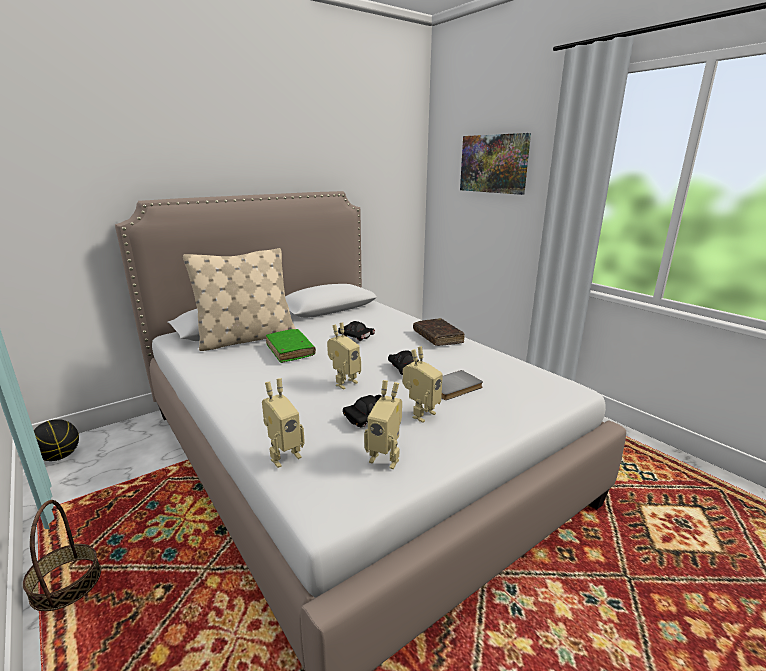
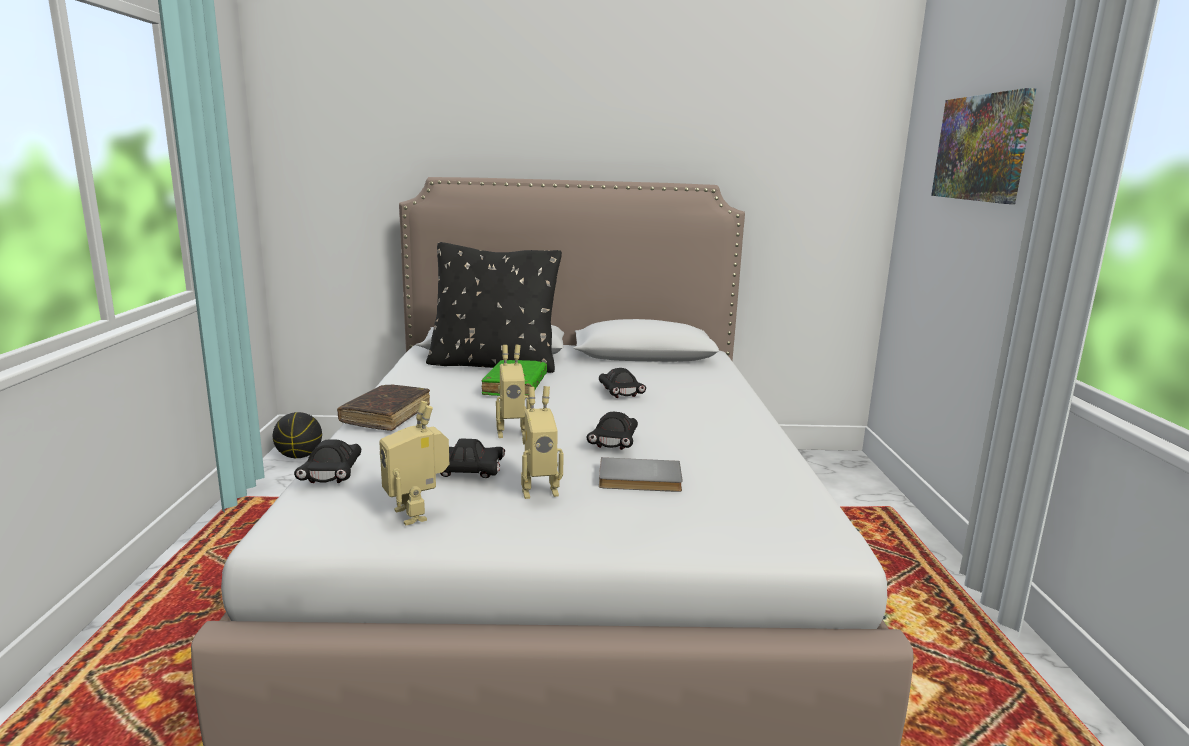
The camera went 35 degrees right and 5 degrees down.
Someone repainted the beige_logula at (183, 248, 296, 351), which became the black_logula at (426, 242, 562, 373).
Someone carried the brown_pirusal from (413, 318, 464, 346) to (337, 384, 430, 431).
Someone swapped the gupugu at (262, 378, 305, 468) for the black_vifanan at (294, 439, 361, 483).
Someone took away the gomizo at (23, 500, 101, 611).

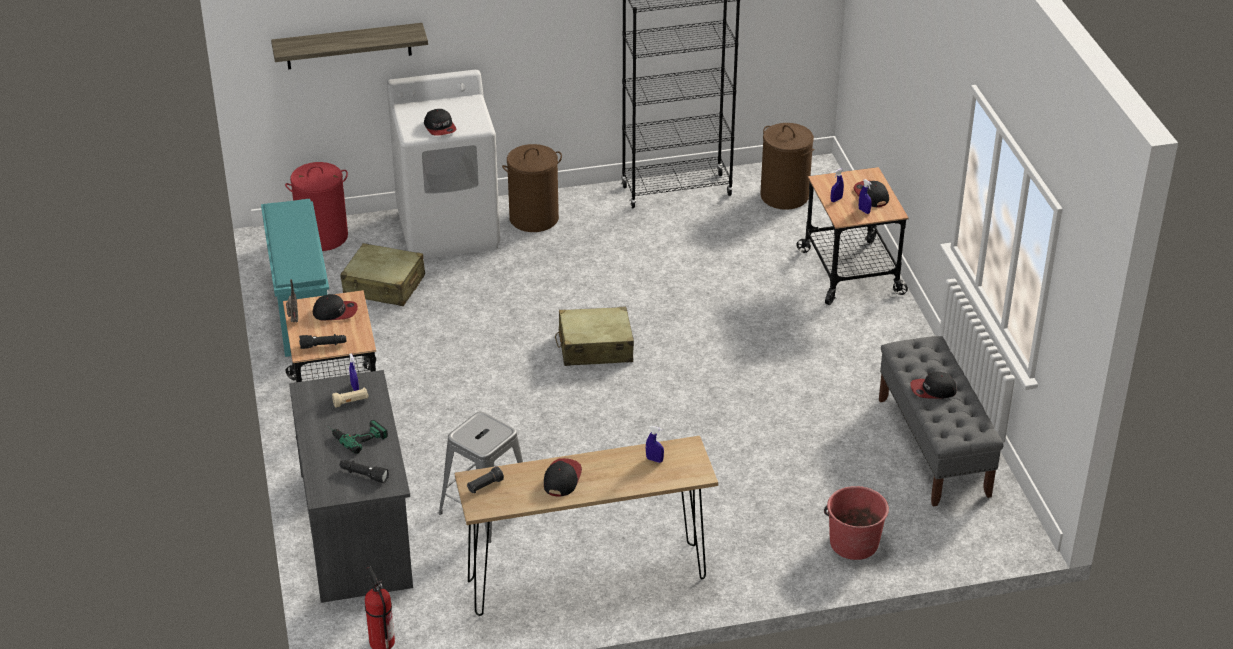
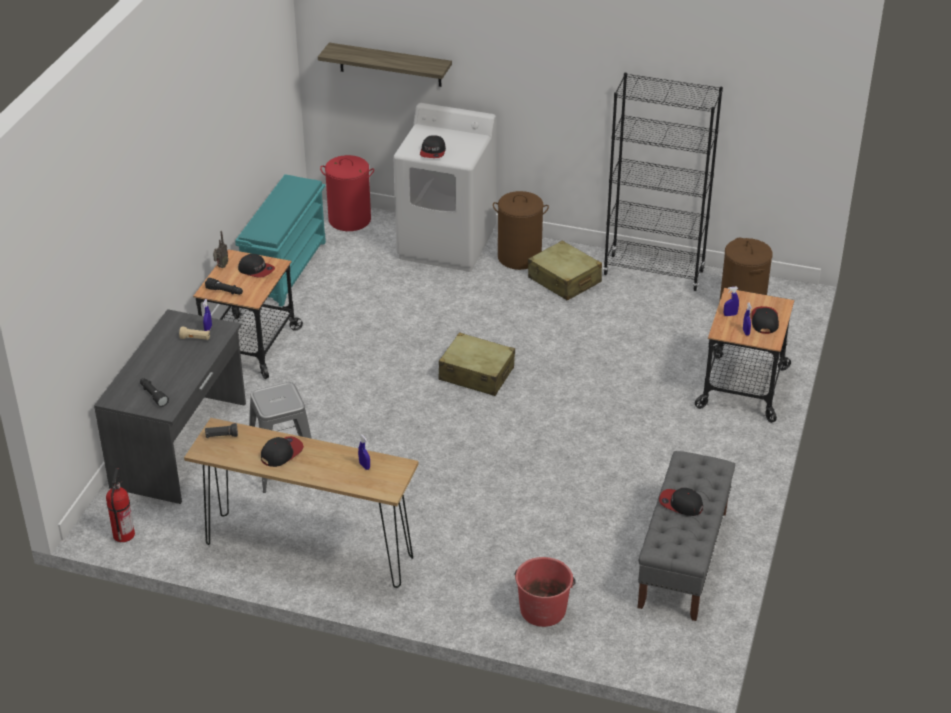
The camera went 30 degrees right and 0 degrees up.
Someone carried the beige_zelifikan from (340, 243, 425, 306) to (528, 241, 602, 300).
Someone took away the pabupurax at (328, 420, 388, 454).

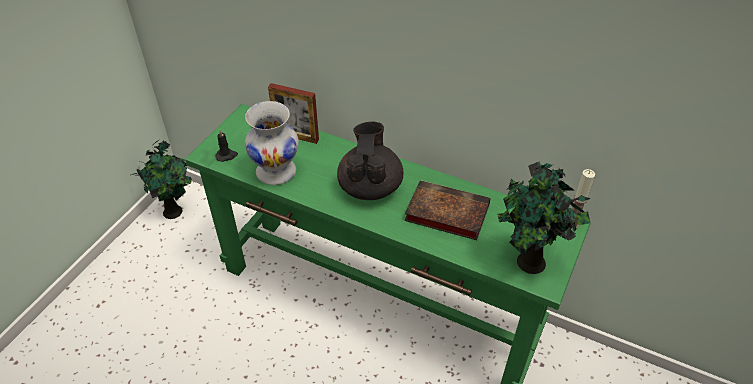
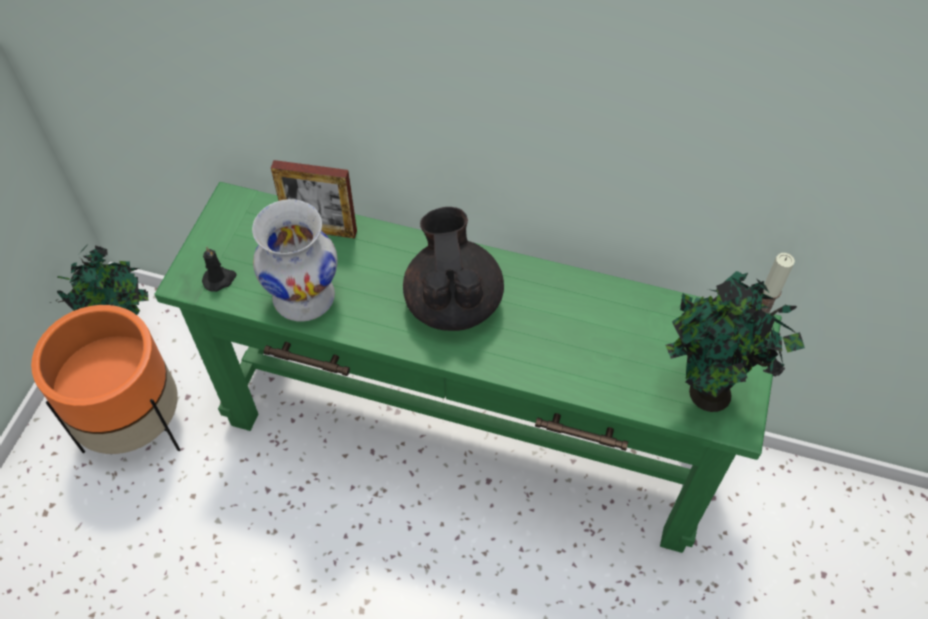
The camera went 10 degrees left and 10 degrees up.
Someone took away the pirusal at (404, 180, 490, 240).
Someone put down the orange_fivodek at (31, 305, 180, 454).

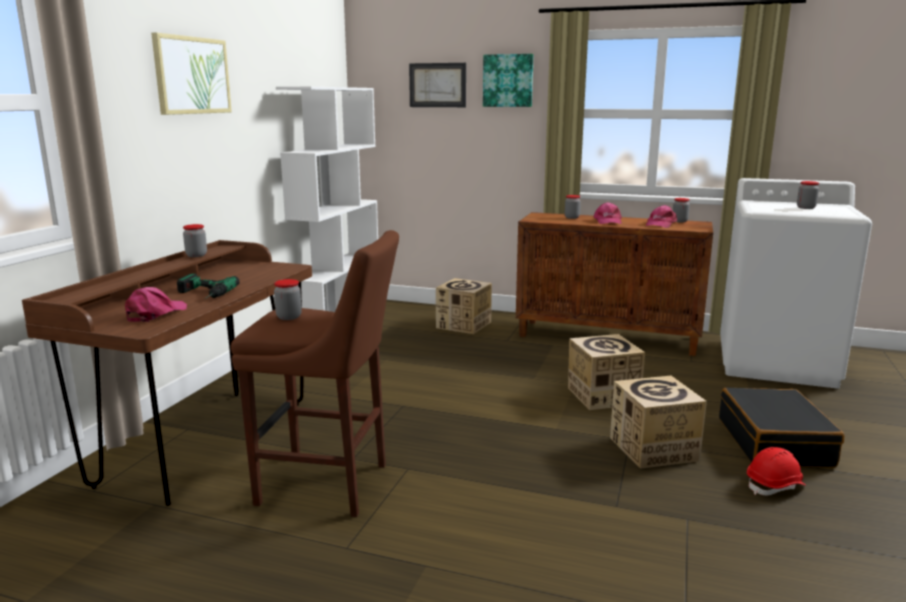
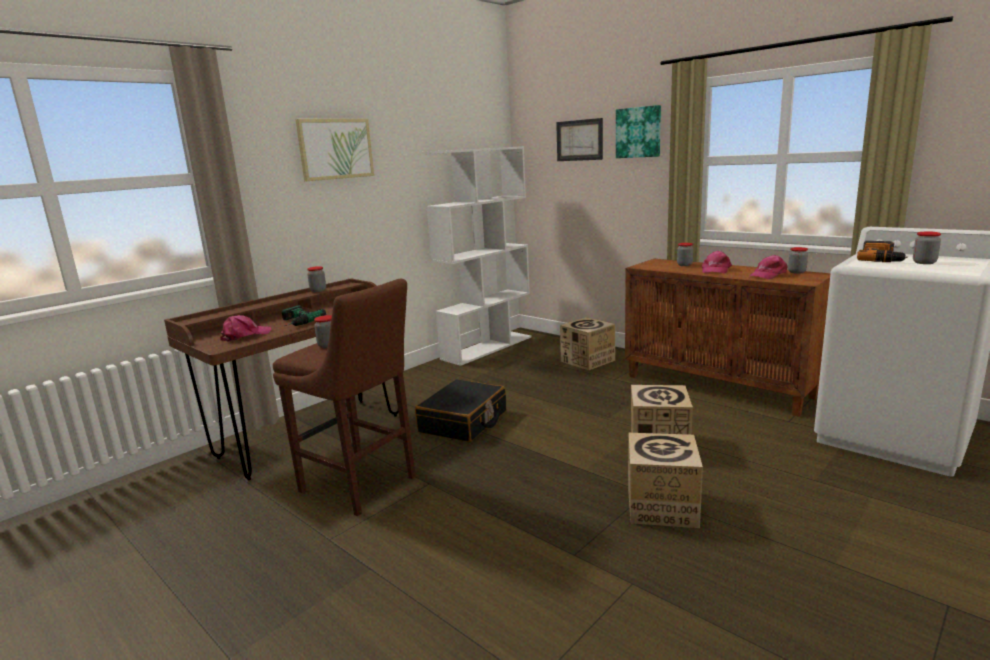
The camera went 25 degrees right and 0 degrees up.
Someone carried the black_zelifikan from (719, 388, 844, 468) to (415, 379, 506, 442).
Someone took away the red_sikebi at (747, 447, 806, 495).
Someone put down the pabupurax at (857, 241, 908, 262).

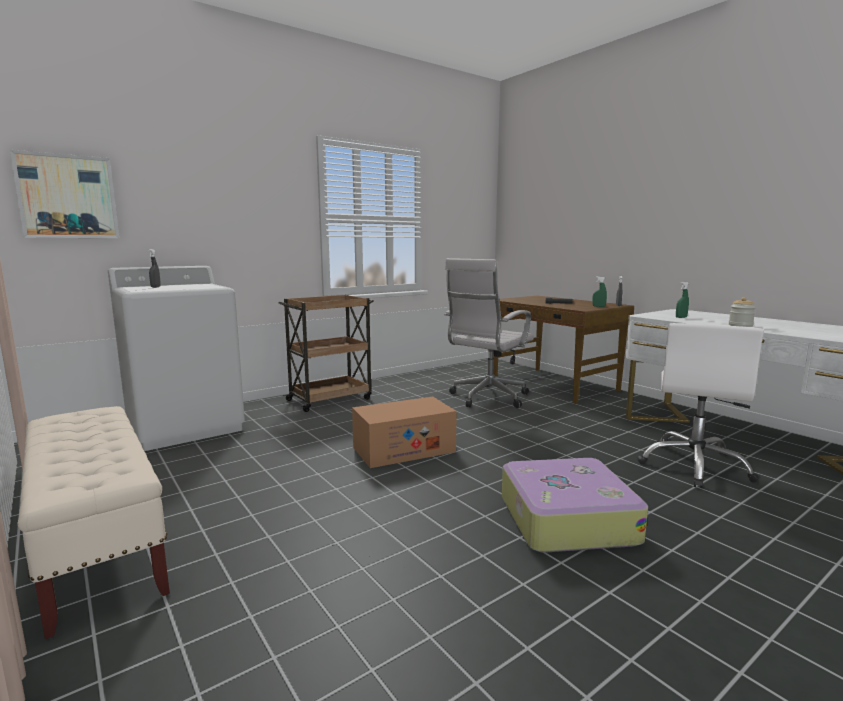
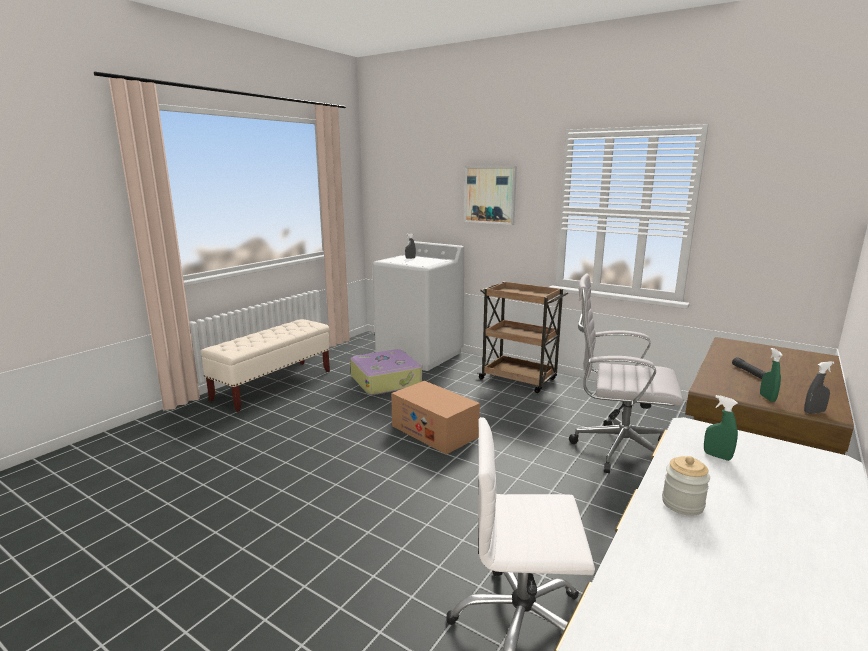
The camera went 70 degrees right and 5 degrees up.
Someone carried the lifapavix from (10, 150, 119, 238) to (464, 166, 517, 225).
Someone carried the zelifikan from (502, 458, 648, 553) to (350, 349, 422, 395).

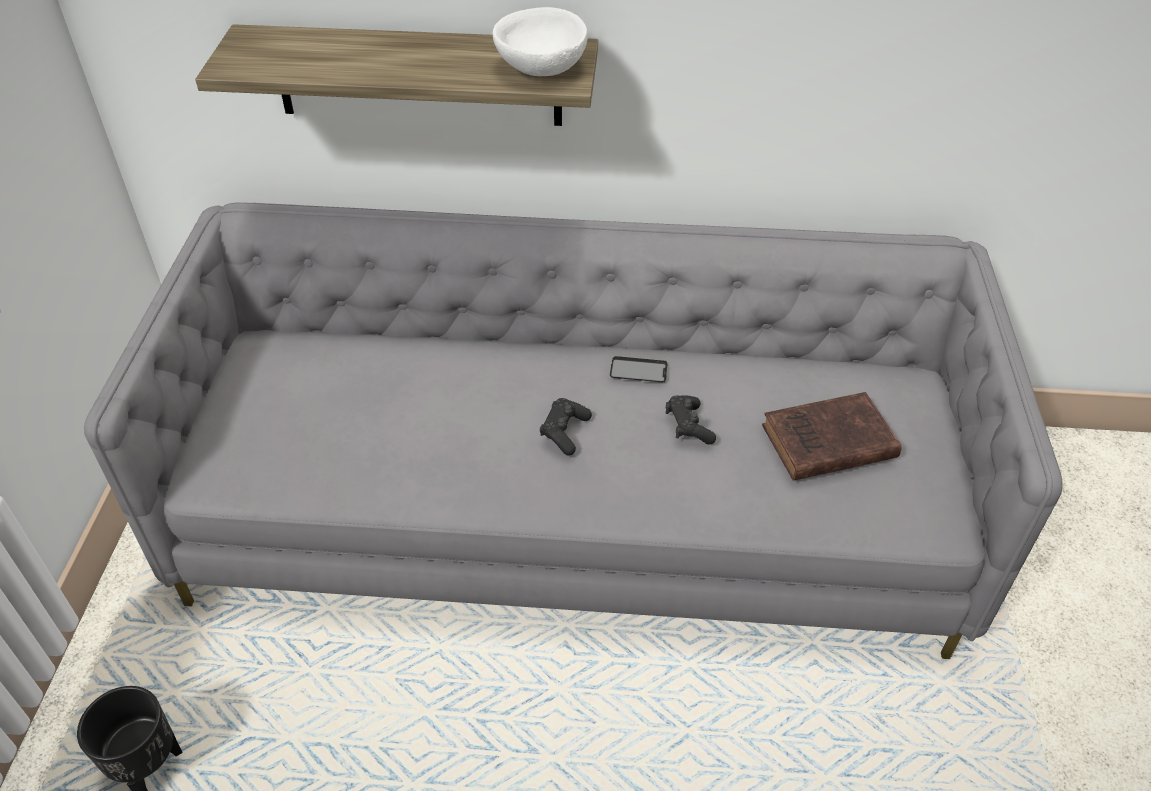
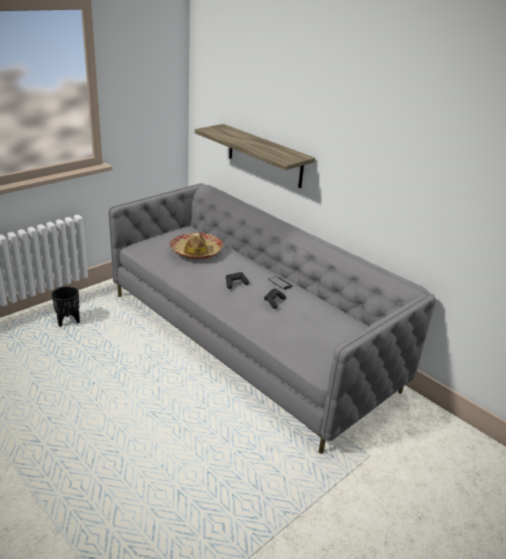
The camera went 40 degrees right and 15 degrees down.
Someone took away the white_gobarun at (493, 7, 588, 76).
Someone took away the brown_pirusal at (762, 392, 901, 481).
Someone put down the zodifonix at (169, 233, 223, 259).

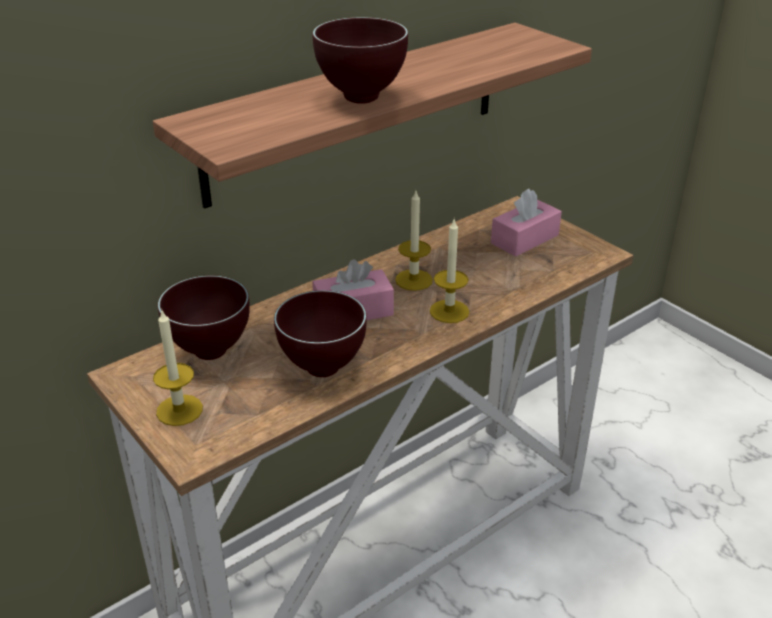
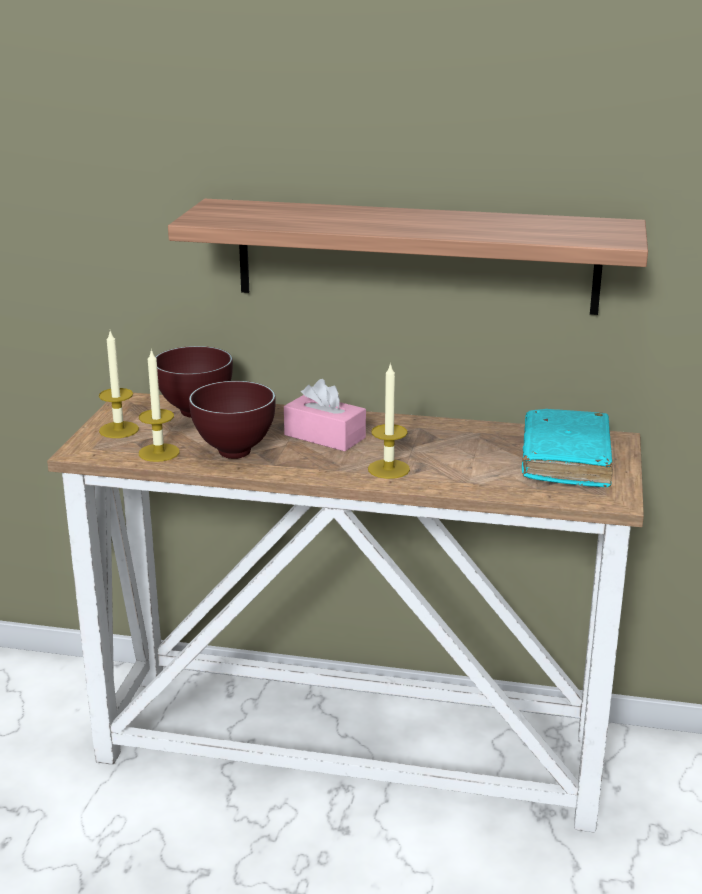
The camera went 50 degrees right and 10 degrees down.
Someone took away the brown_gobarun at (313, 17, 408, 104).
Someone swapped the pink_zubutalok at (491, 189, 562, 257) for the turquoise_pirusal at (522, 409, 613, 487).
Someone carried the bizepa from (395, 191, 433, 291) to (139, 349, 180, 462).

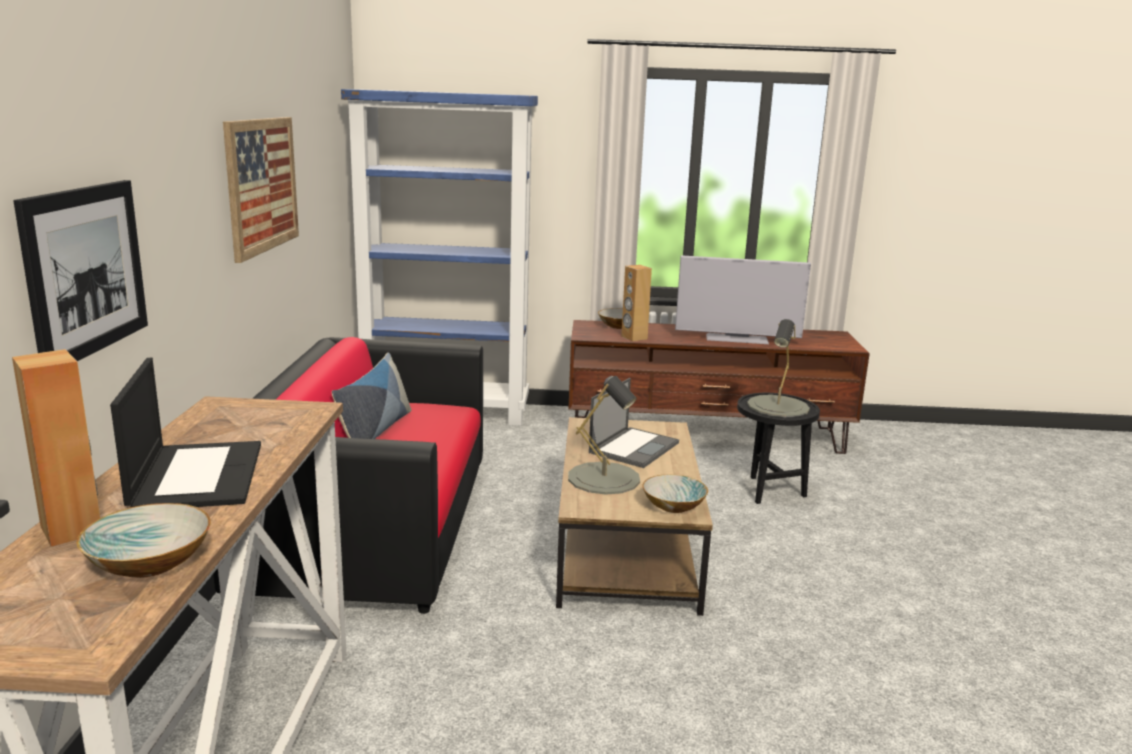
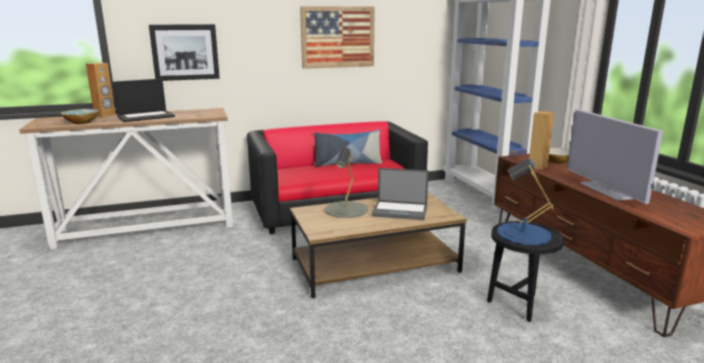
The camera went 70 degrees right and 0 degrees up.
Someone repainted the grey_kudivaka at (747, 319, 810, 417), which became the blue_kudivaka at (497, 159, 554, 245).
Someone took away the gobarun at (642, 474, 708, 513).

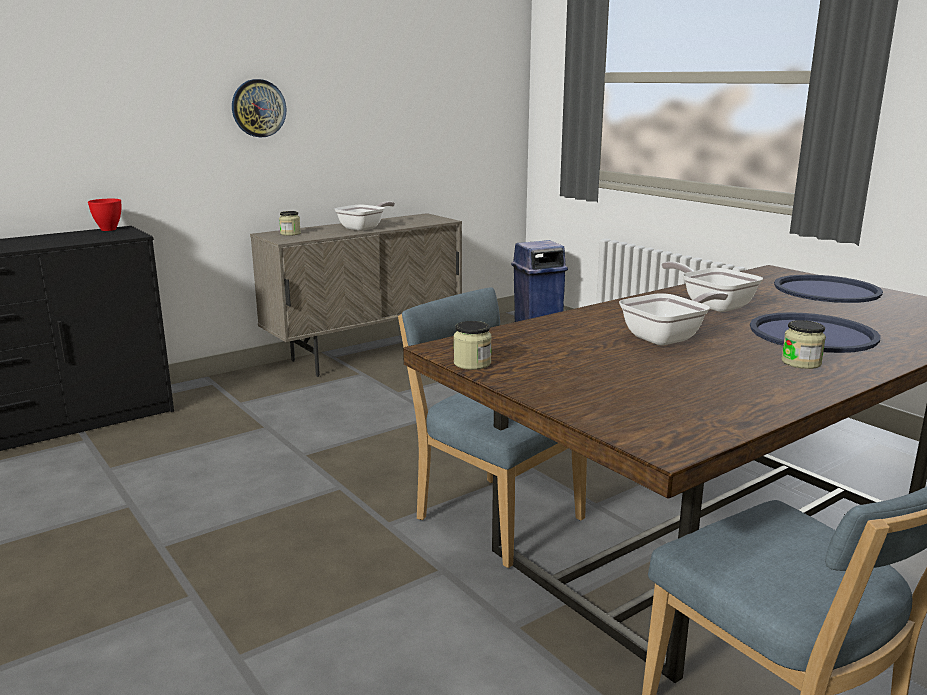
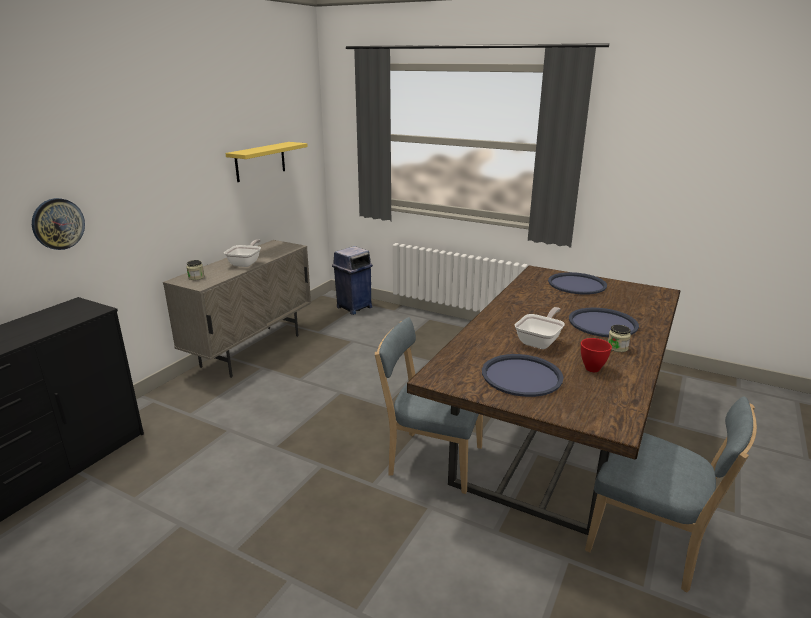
The camera went 25 degrees left and 5 degrees up.
Someone carried the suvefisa from (232, 79, 286, 137) to (32, 198, 85, 250).
Someone carried the red_gobarun from (88, 199, 121, 231) to (581, 338, 612, 372).
Someone took away the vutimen at (661, 261, 763, 312).
Someone took away the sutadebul at (454, 321, 492, 370).
Someone put up the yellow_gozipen at (226, 142, 308, 182).
Someone put down the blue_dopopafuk at (482, 354, 564, 397).

